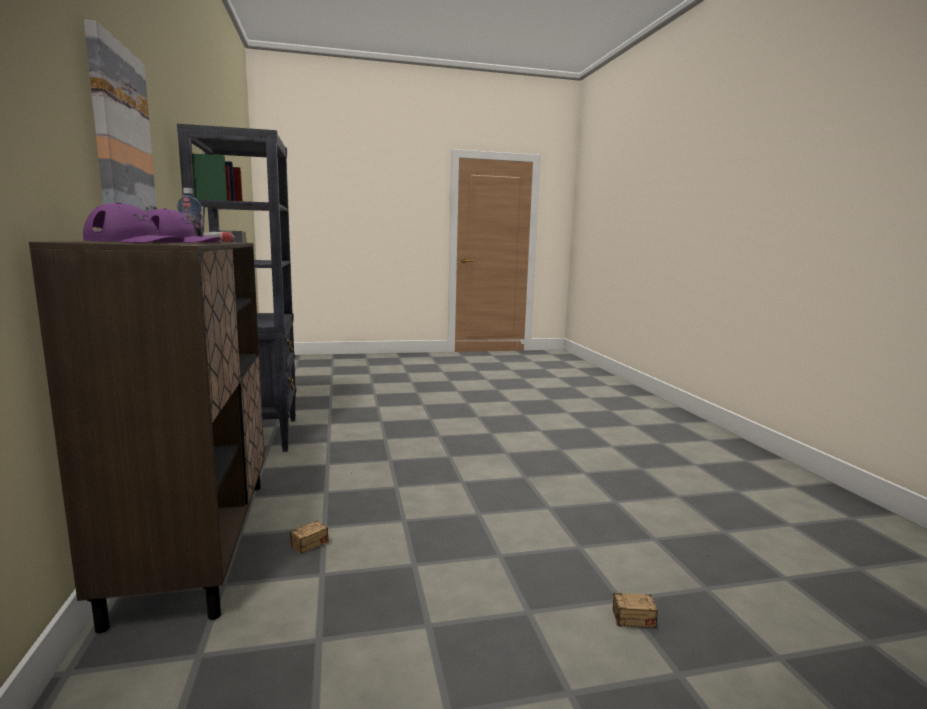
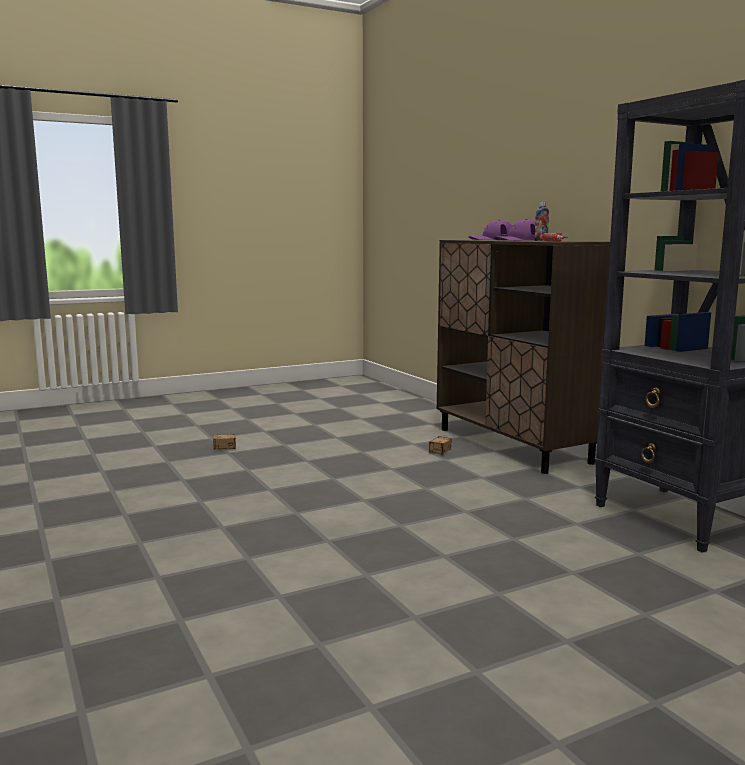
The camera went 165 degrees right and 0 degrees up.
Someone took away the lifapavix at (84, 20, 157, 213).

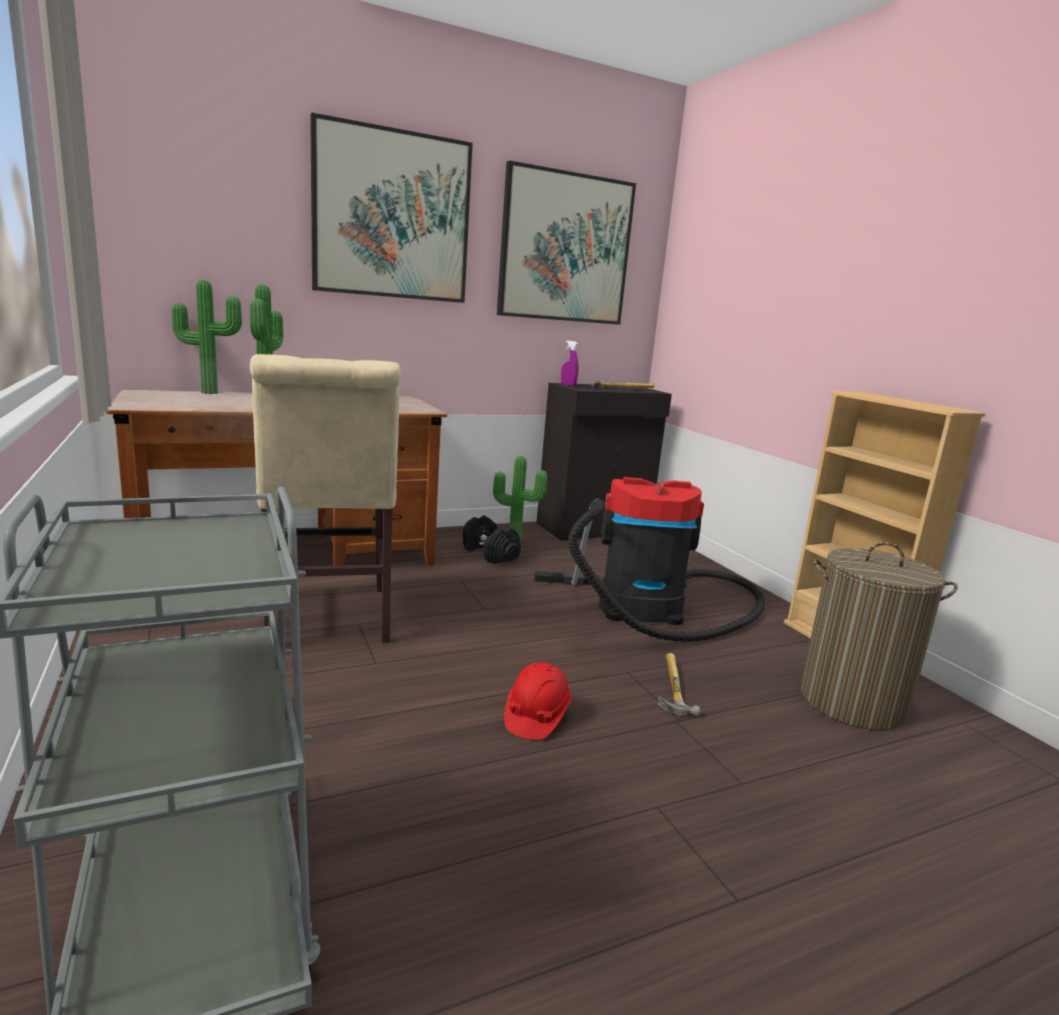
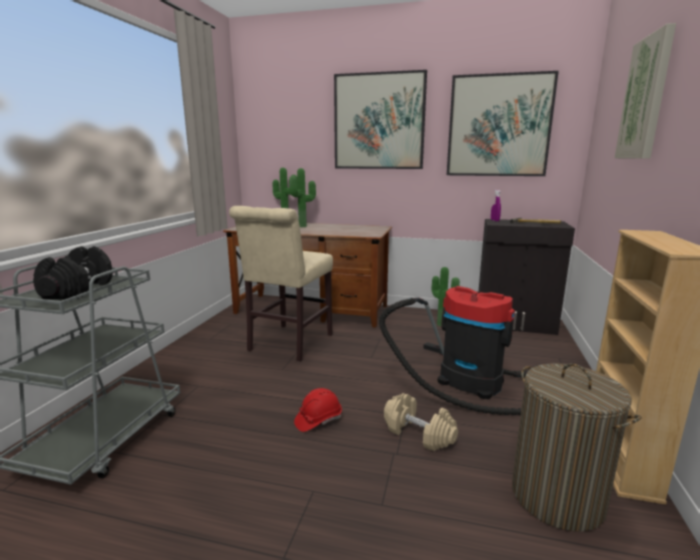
The camera went 40 degrees right and 0 degrees up.
Someone carried the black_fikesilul from (463, 516, 521, 564) to (33, 246, 113, 299).
Someone swapped the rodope at (658, 653, 700, 716) for the beige_fikesilul at (384, 393, 458, 452).
Someone put up the lifapavix at (615, 23, 676, 159).

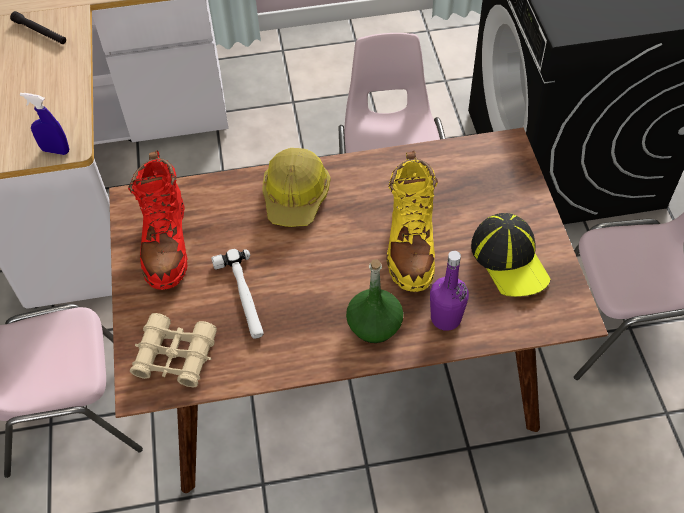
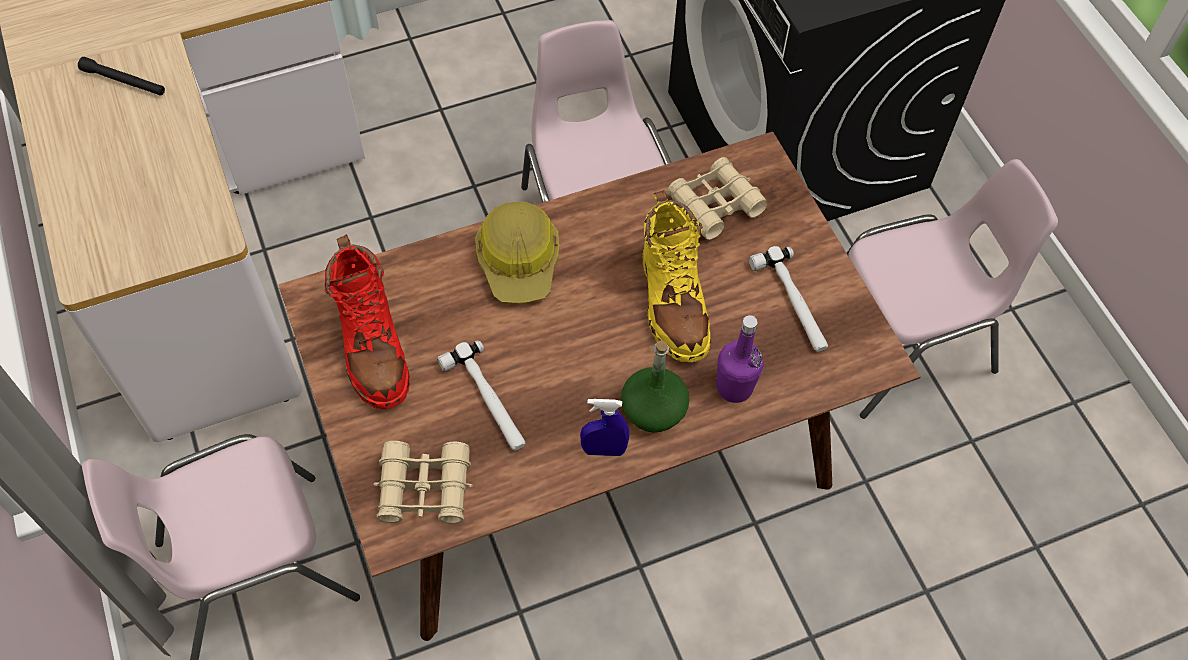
The camera went 15 degrees left and 5 degrees up.
Someone carried the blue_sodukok from (20, 93, 69, 155) to (580, 399, 629, 456).
Someone swapped the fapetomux at (471, 213, 551, 297) for the rodope at (749, 246, 828, 352).
Someone put down the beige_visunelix at (667, 157, 768, 240).

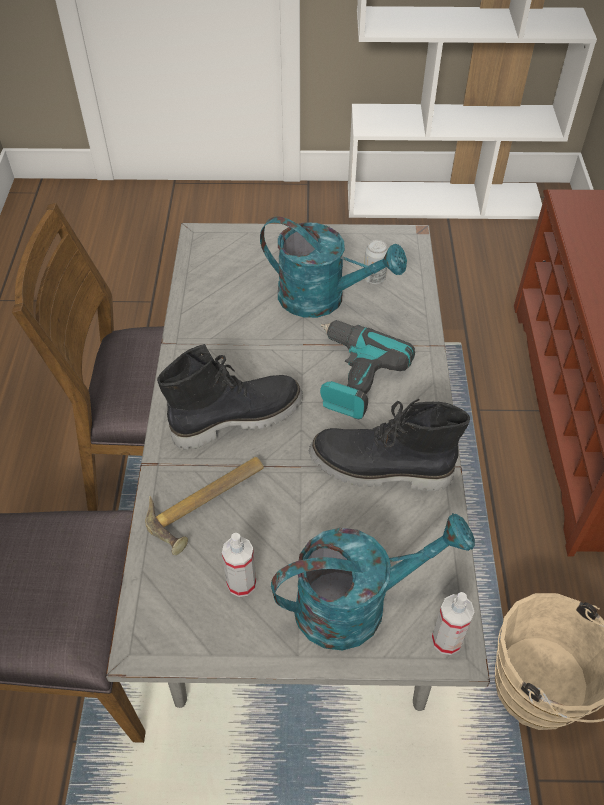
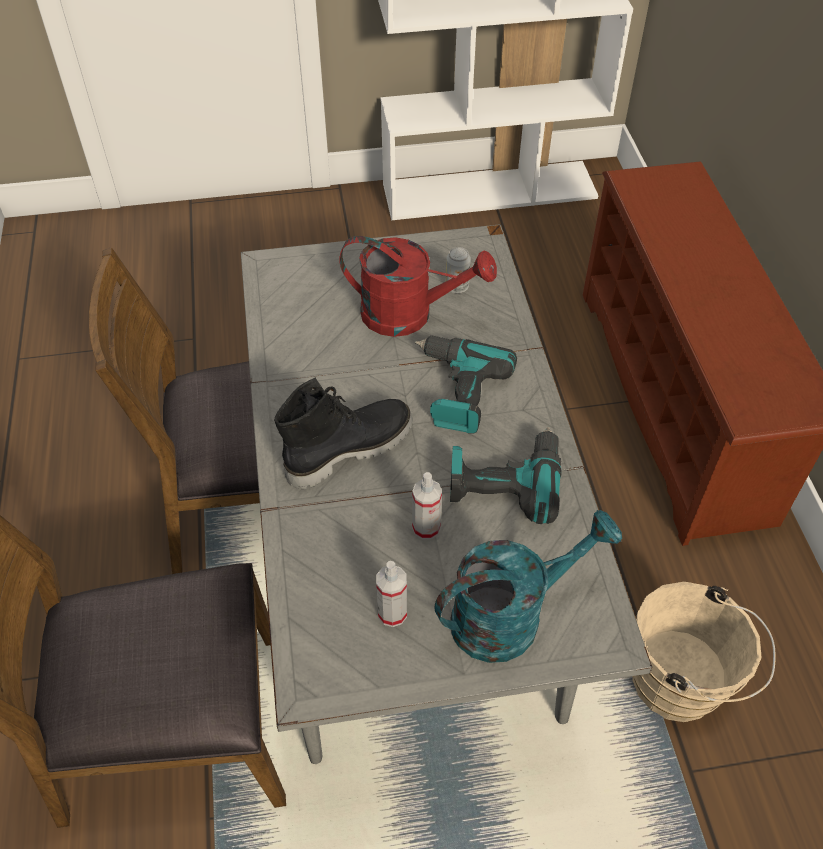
The camera went 10 degrees left and 0 degrees up.
Someone repainted the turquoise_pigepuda at (260, 216, 407, 318), which became the red_pigepuda at (339, 236, 497, 337).
Someone swapped the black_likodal at (309, 399, 470, 491) for the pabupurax at (450, 426, 562, 524).
Someone took away the rodope at (145, 457, 264, 555).
Someone carried the sodukok from (431, 592, 474, 655) to (412, 472, 442, 540).

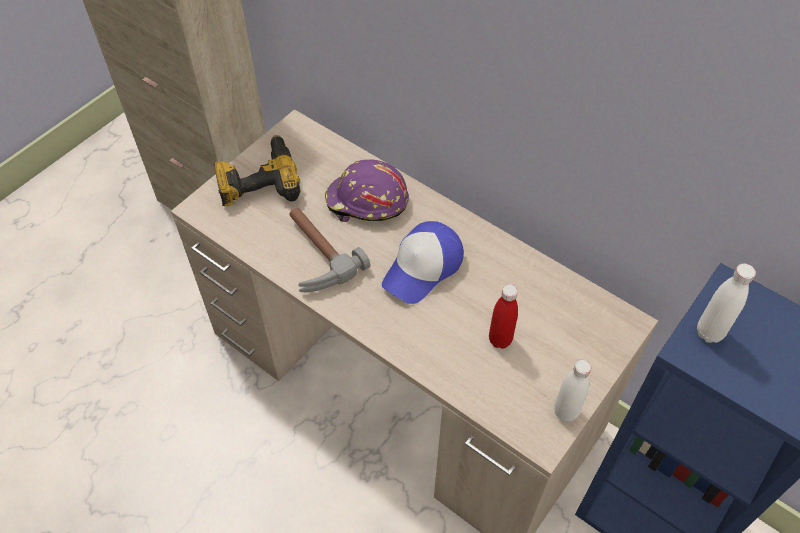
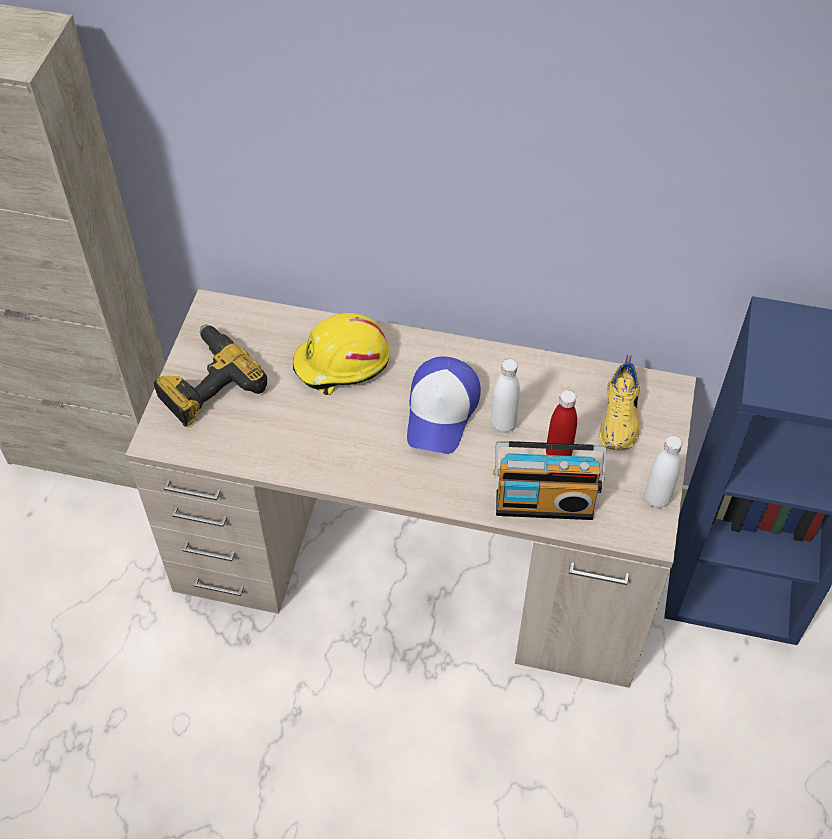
The camera went 25 degrees left and 0 degrees up.
Someone repainted the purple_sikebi at (325, 160, 409, 222), which became the yellow_sikebi at (293, 313, 390, 395).
Someone took away the rodope at (290, 207, 370, 292).
Someone carried the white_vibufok from (697, 263, 756, 343) to (491, 359, 520, 433).
Someone put down the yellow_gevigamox at (600, 355, 640, 450).
Someone put down the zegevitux at (493, 441, 607, 520).

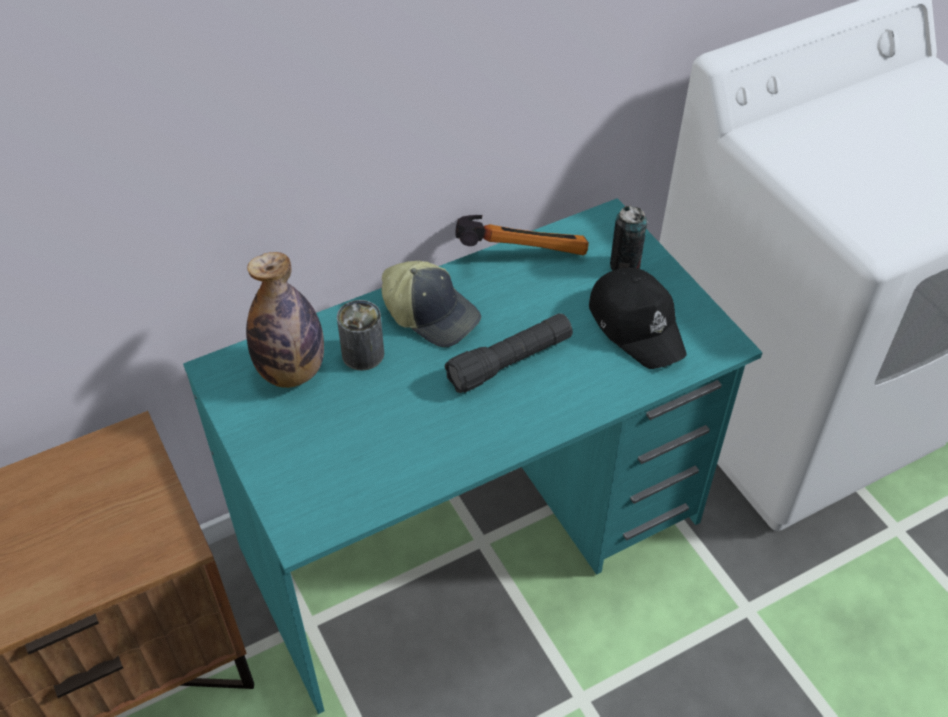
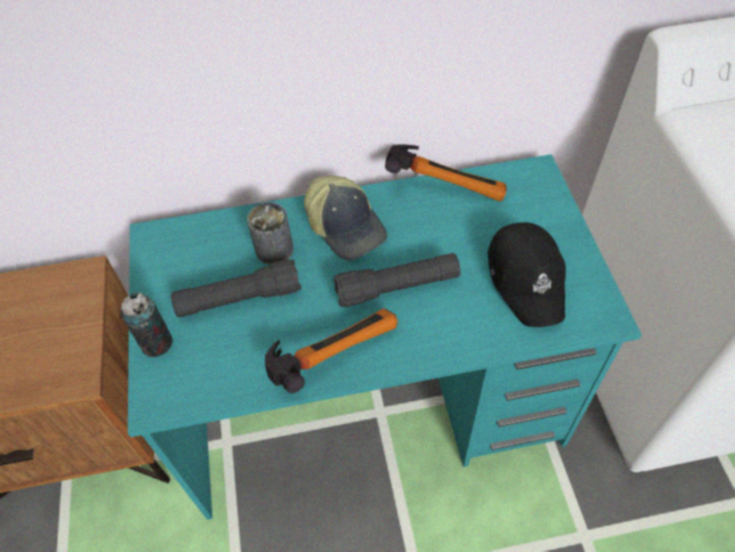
The camera went 20 degrees right and 5 degrees up.
Someone carried the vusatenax from (610, 206, 647, 270) to (121, 293, 173, 357).
Someone took away the vibufok at (246, 252, 324, 388).
Someone put down the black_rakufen at (171, 259, 301, 317).
Someone put down the rodope at (265, 308, 398, 393).

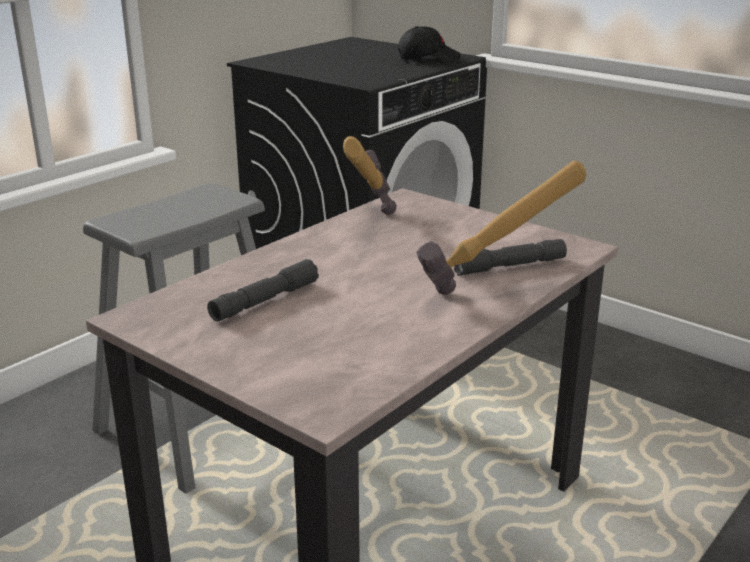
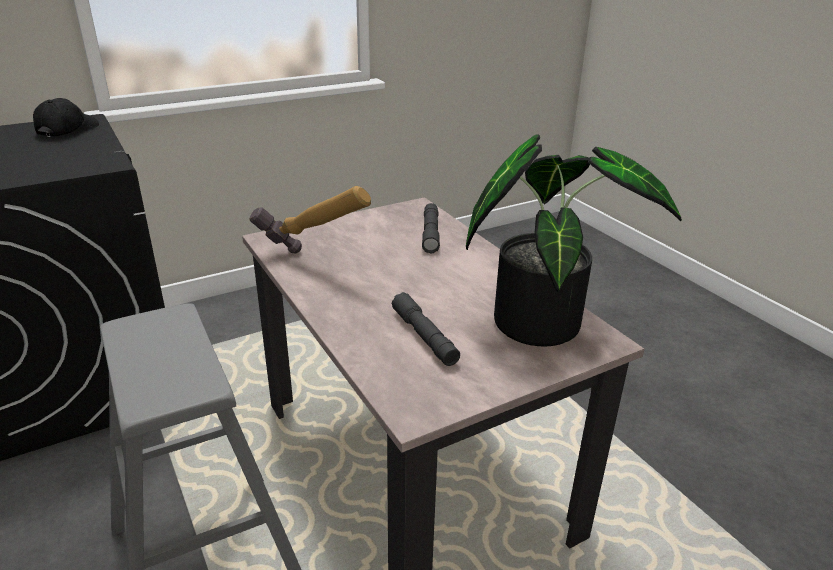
The camera went 70 degrees left and 5 degrees up.
Someone took away the rodope at (417, 161, 587, 295).
Someone put down the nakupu at (466, 134, 682, 347).

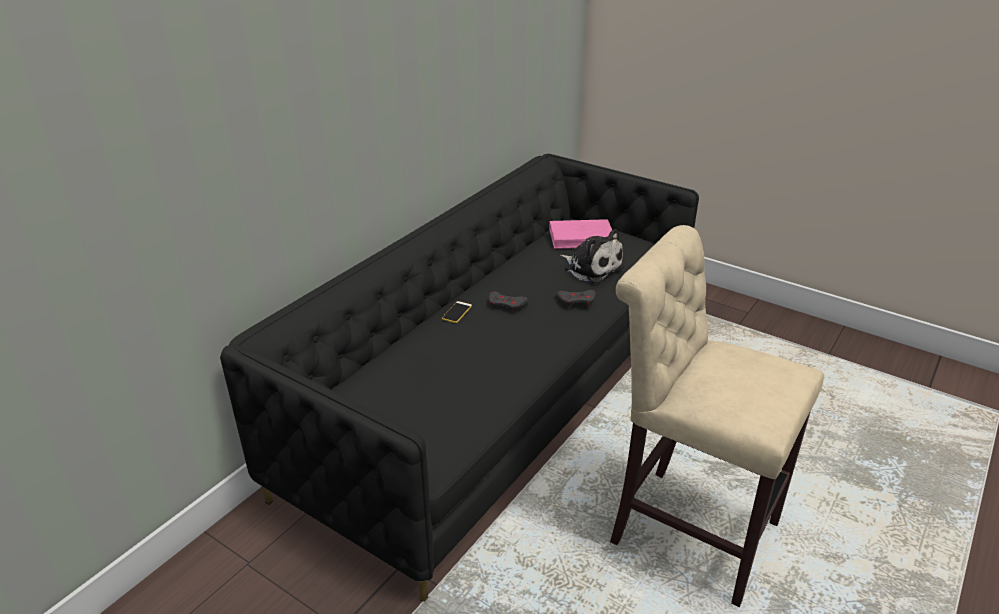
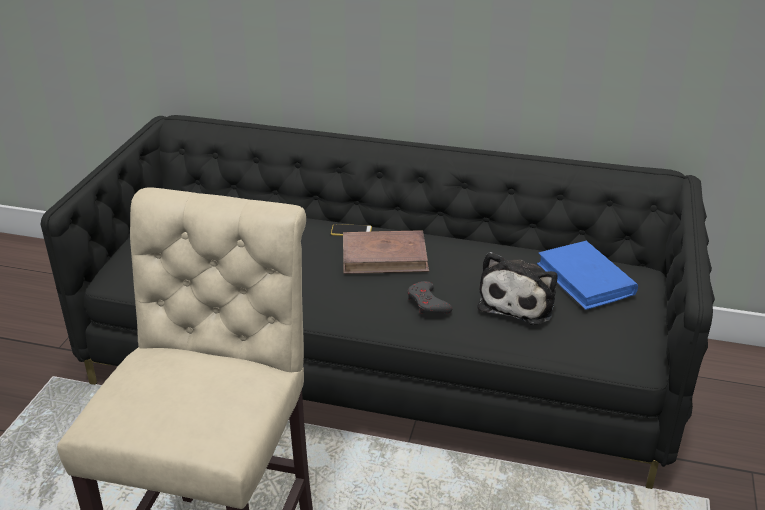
The camera went 70 degrees right and 0 degrees up.
Someone repainted the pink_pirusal at (549, 219, 612, 249), which became the blue_pirusal at (537, 241, 638, 310).
Someone swapped the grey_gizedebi at (488, 291, 528, 313) for the brown_pirusal at (343, 230, 429, 274).

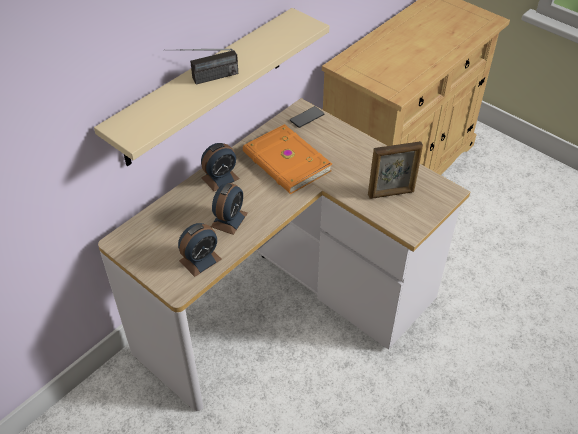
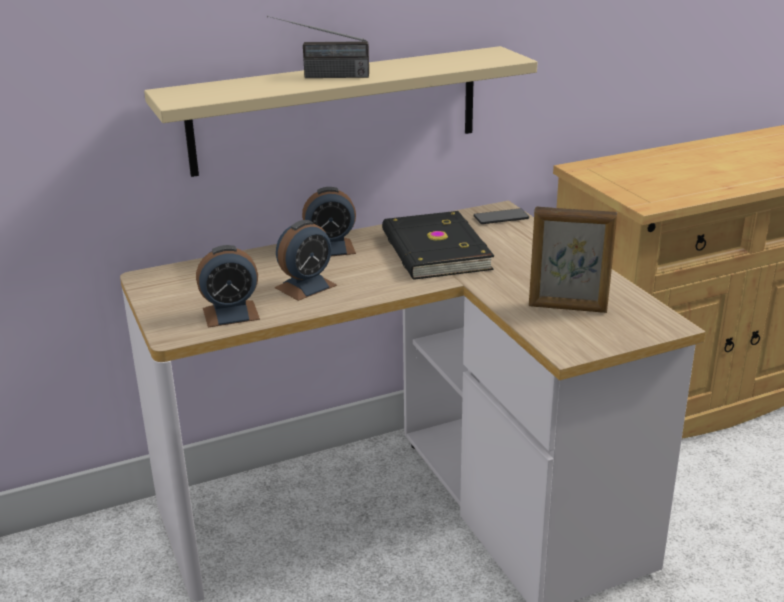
The camera went 25 degrees right and 20 degrees down.
Someone repainted the orange_pirusal at (243, 124, 332, 194), which became the black_pirusal at (382, 211, 494, 280).

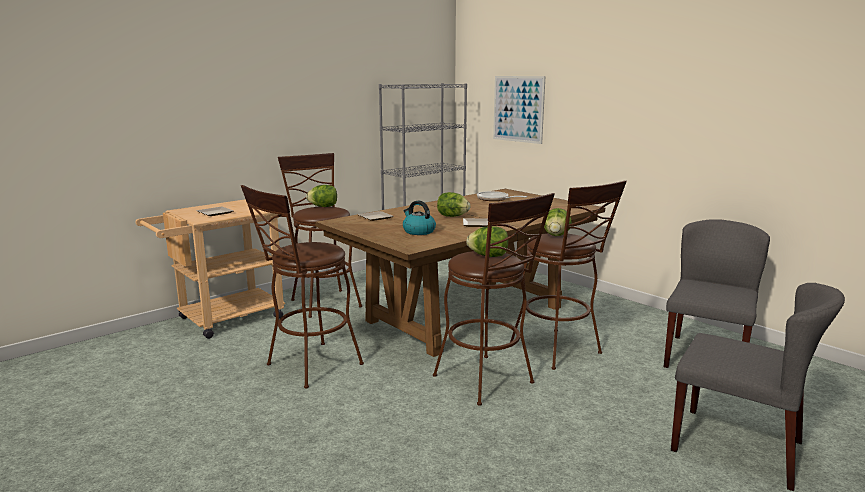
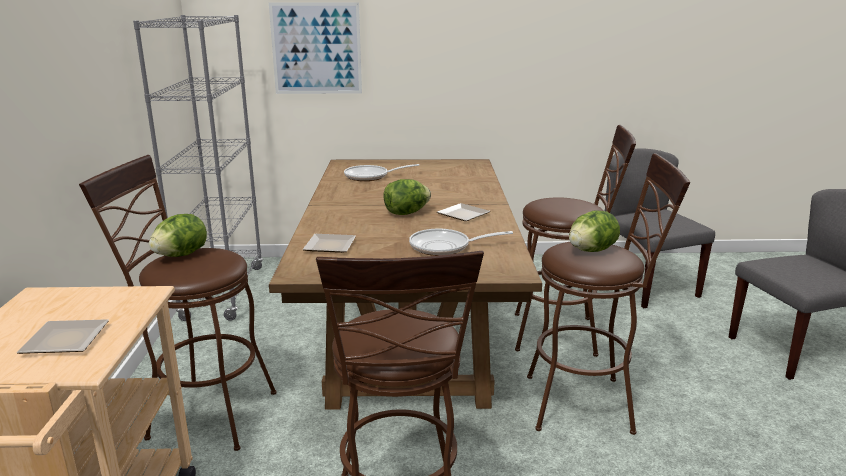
The camera went 50 degrees left and 5 degrees up.
Someone swapped the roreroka at (403, 201, 436, 235) for the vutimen at (409, 229, 513, 256).
Someone took away the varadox at (544, 208, 572, 236).

